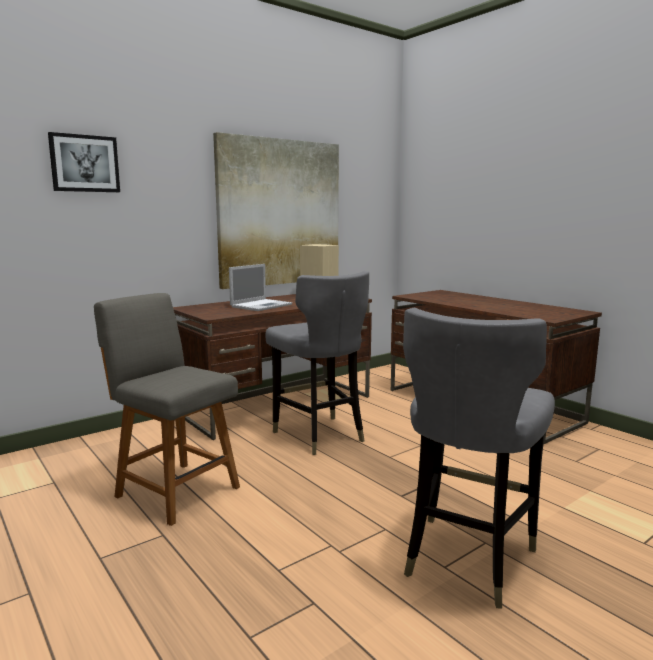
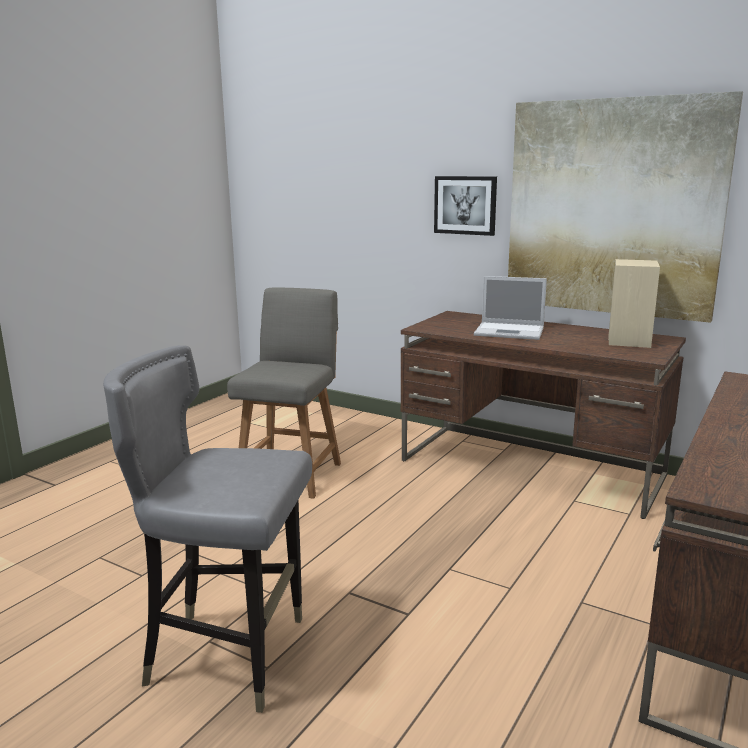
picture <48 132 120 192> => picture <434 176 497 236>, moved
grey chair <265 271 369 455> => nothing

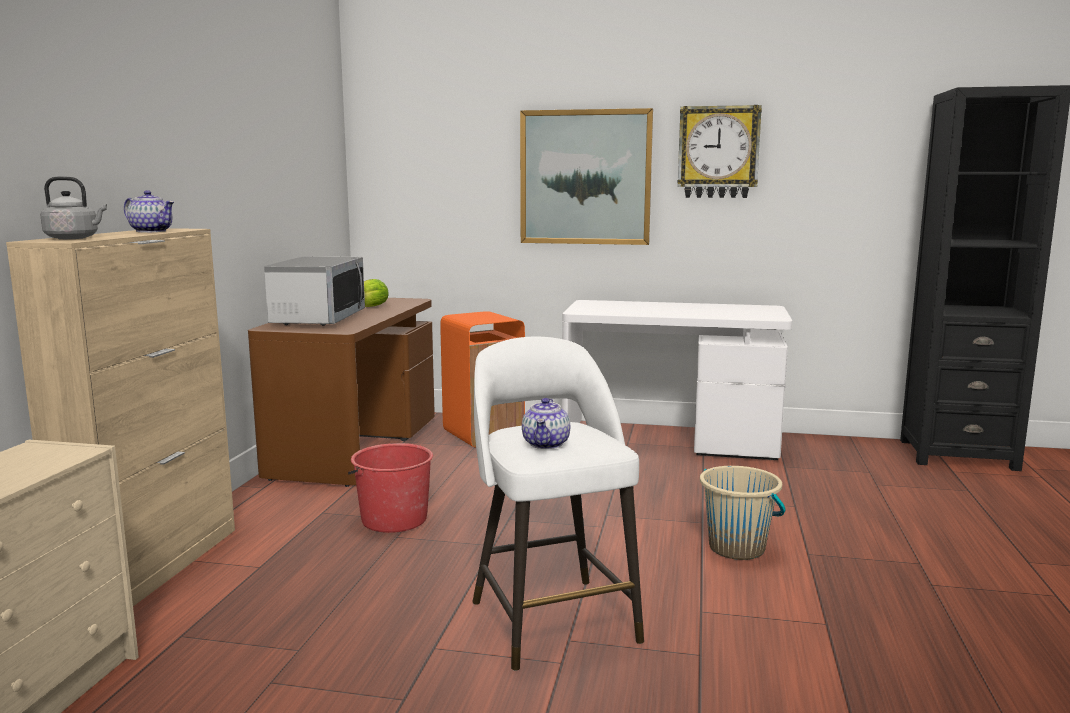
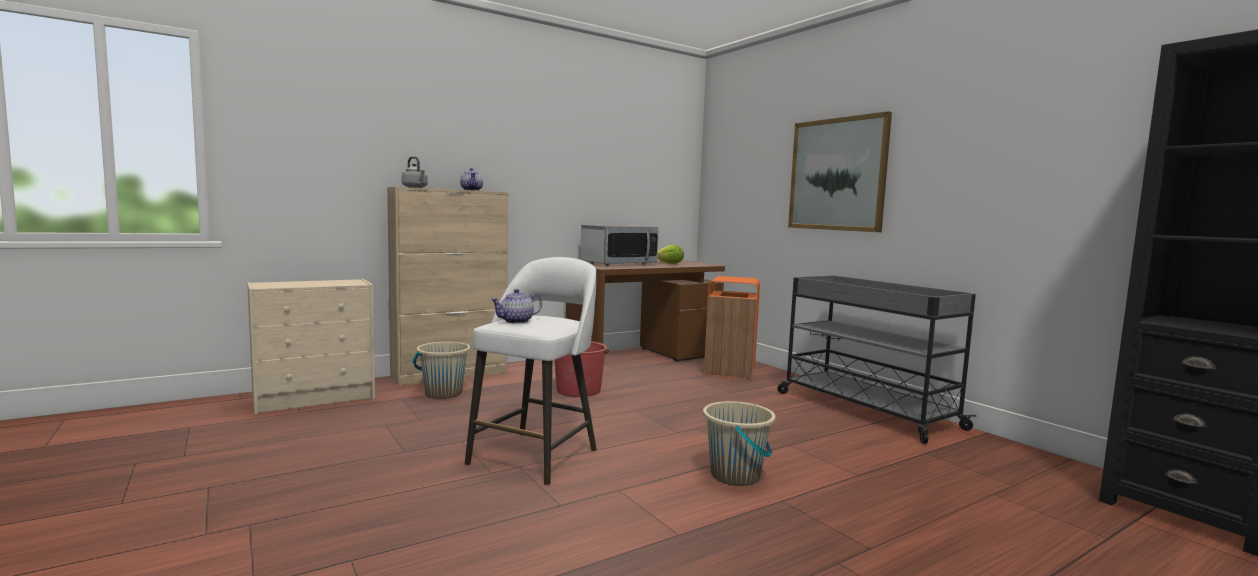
wall clock <678 105 762 198> => nothing
white desk <562 300 792 460> => grey cart <778 275 977 444>
nothing => beige bucket <413 342 471 399>

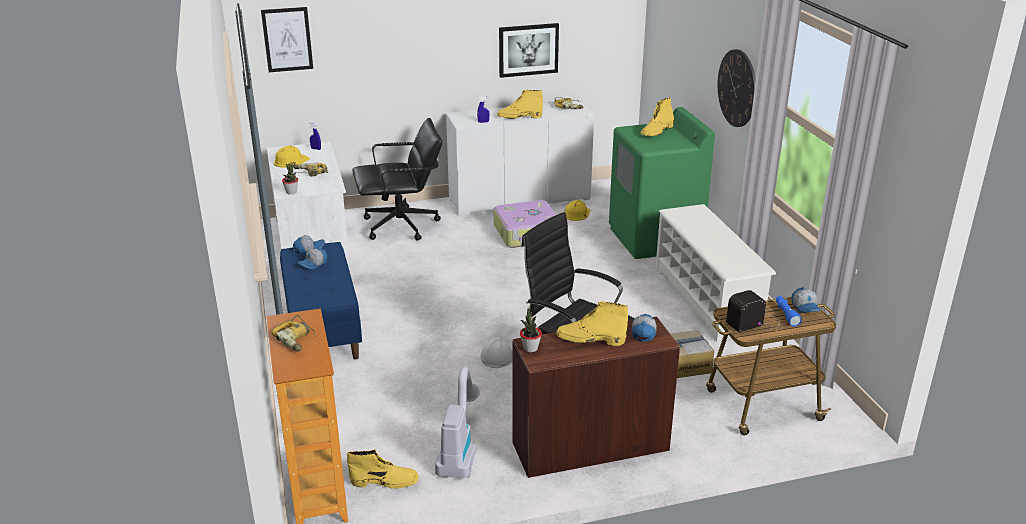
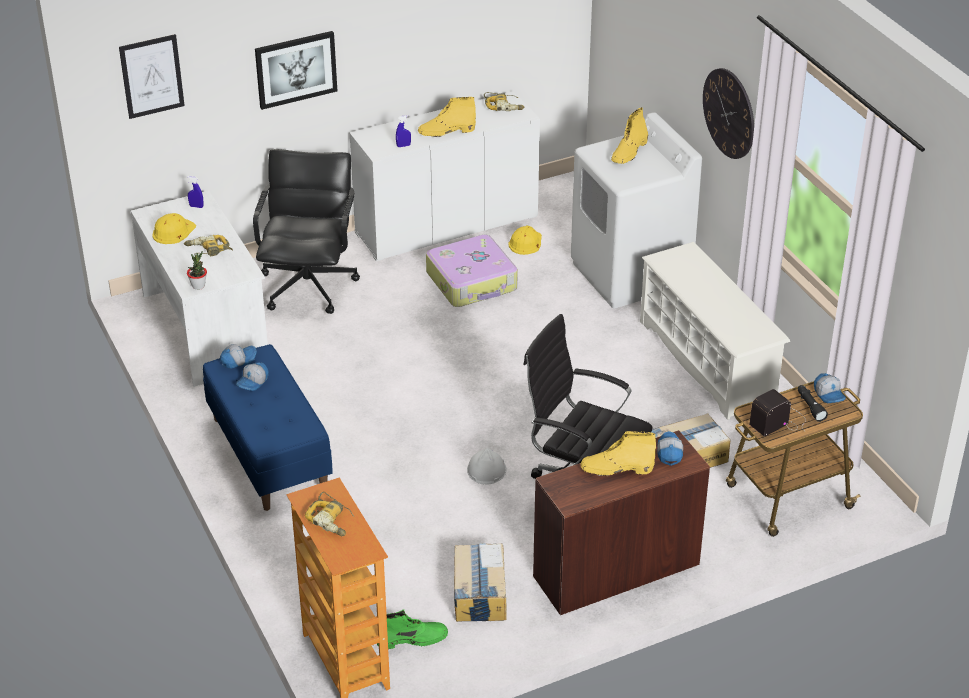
picture <499 23 559 78> => picture <255 31 337 110>, moved
green washing machine <609 107 715 259> => white washing machine <571 112 702 308>
black office chair <352 118 442 241> => black office chair <253 149 360 314>, 60 degrees counterclockwise
blue flashlight <776 296 802 327> => black flashlight <798 385 828 422>
potted plant <520 308 542 352> => nothing
vacuum cleaner <435 367 480 479> => cardboard box <454 543 506 622>
yellow boot <347 449 419 489> => green boot <377 610 448 649>

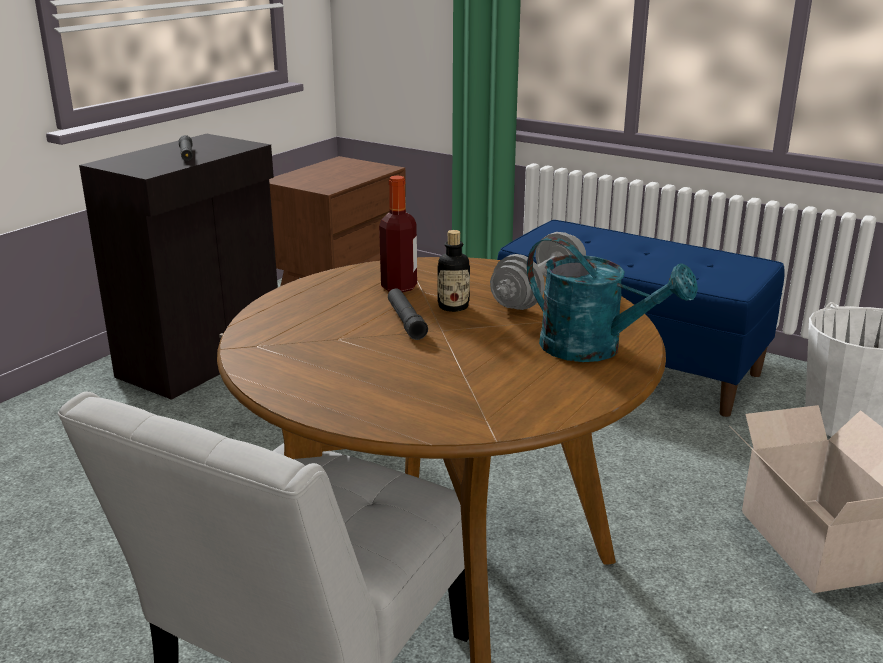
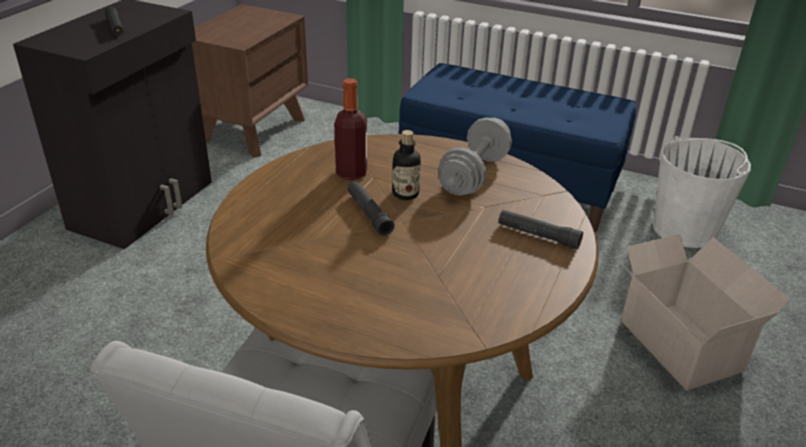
turquoise watering can <527 237 698 362> => black flashlight <498 210 583 249>

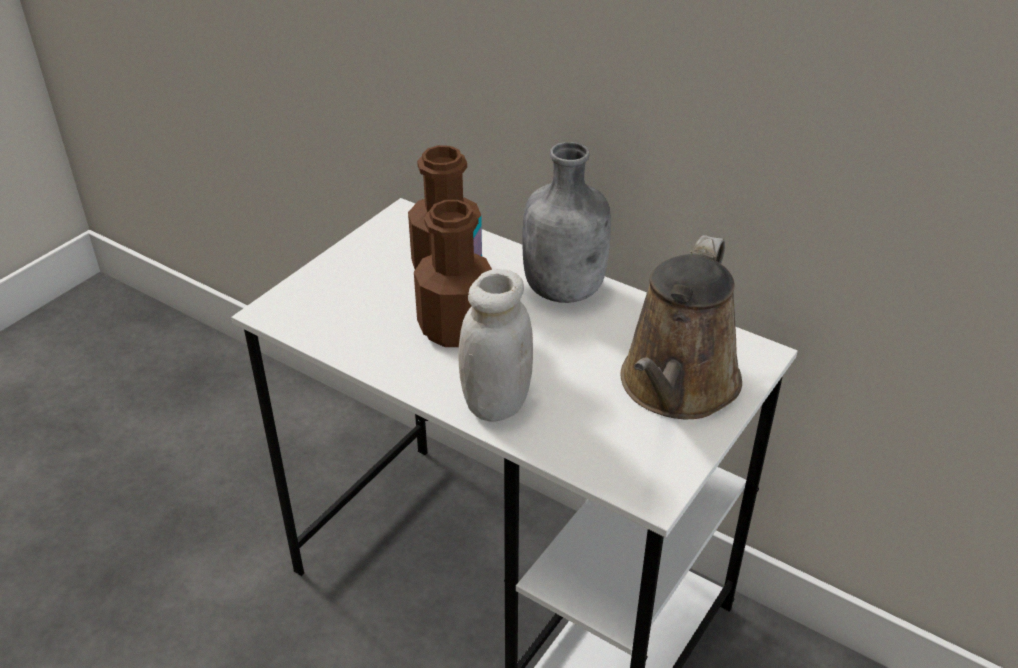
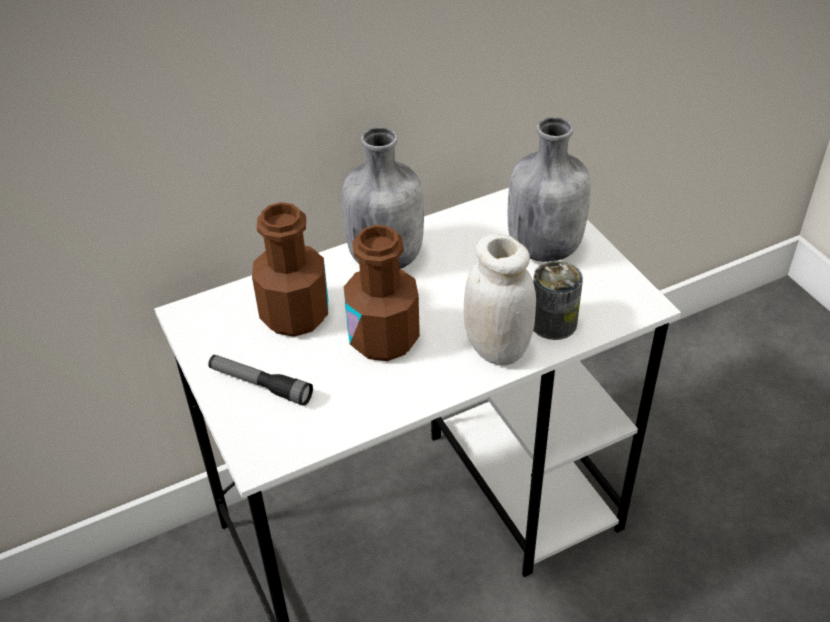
brown watering can <620 235 742 419> => grey bottle <508 117 591 262>
nothing => can <533 261 583 340>
nothing => flashlight <208 355 313 406>

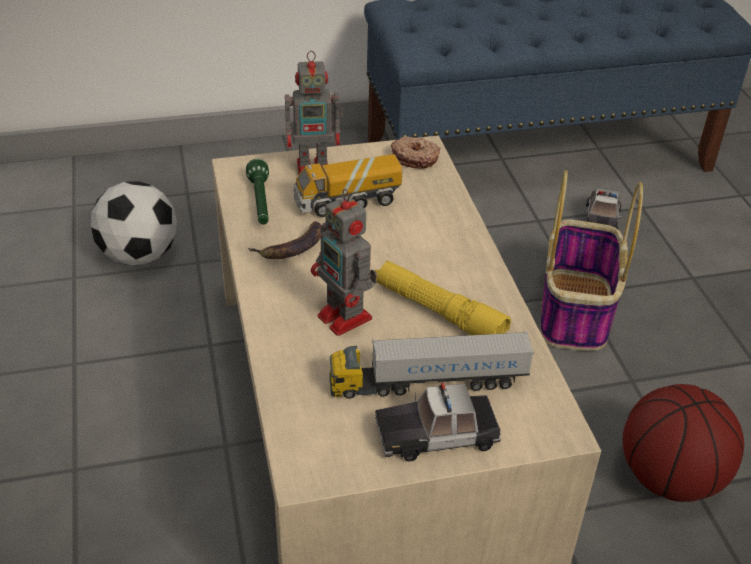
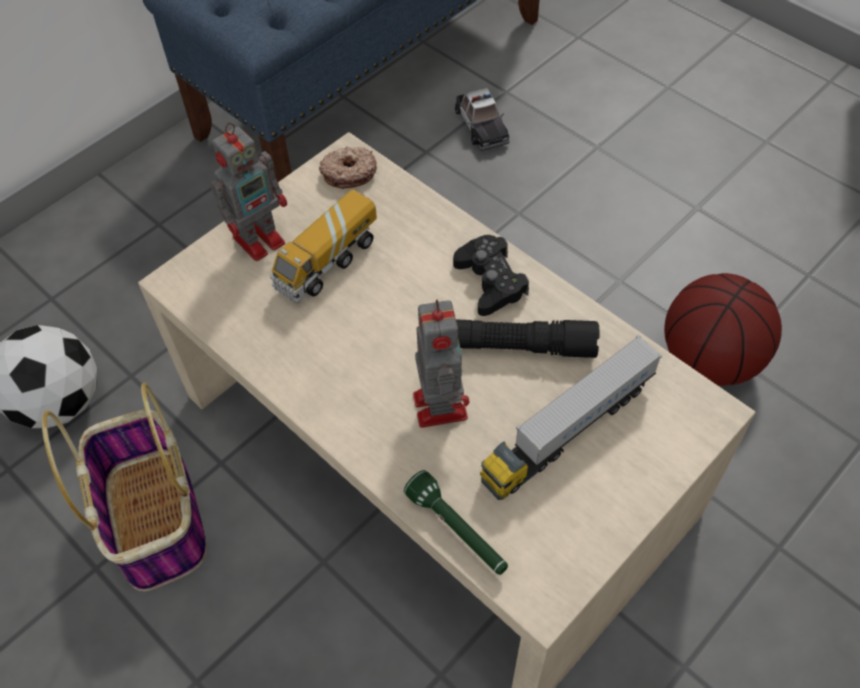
green flashlight <246 159 269 225> => green flashlight <404 470 508 575>, moved
basket <540 170 643 351> => basket <42 383 207 591>, moved
toy robot <311 189 377 336> => toy robot <413 299 470 428>, 120 degrees counterclockwise
banana <248 221 322 259> => nothing
yellow flashlight <375 260 511 335> => black flashlight <456 320 599 358>
toy car <375 383 501 462> => nothing
nothing => black game controller <453 235 529 316>

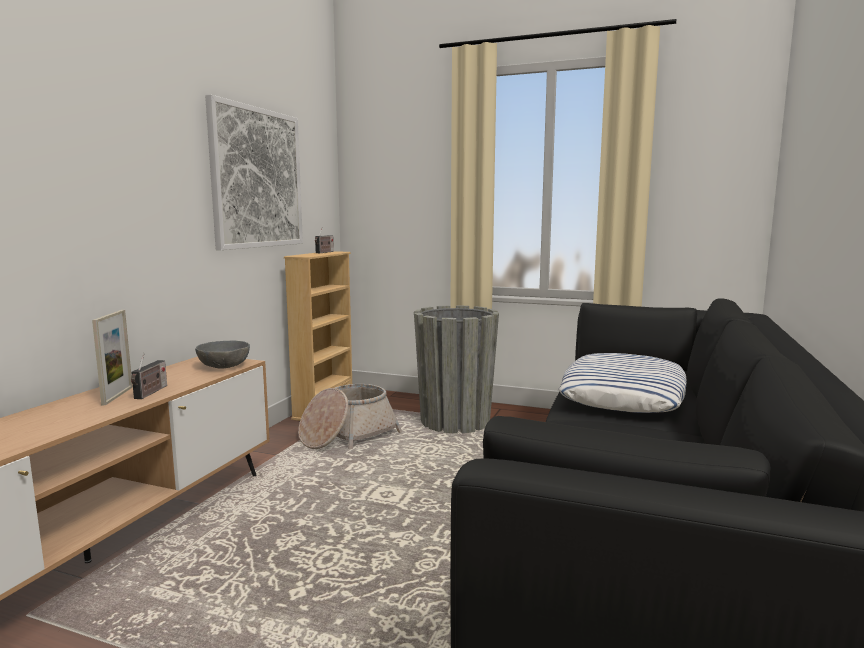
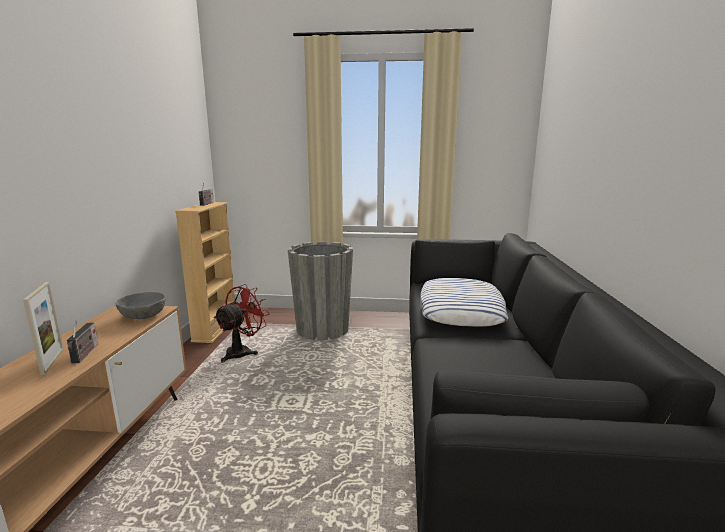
picture <205 95 303 250> => nothing
basket <298 384 402 449> => red fan <214 284 270 362>

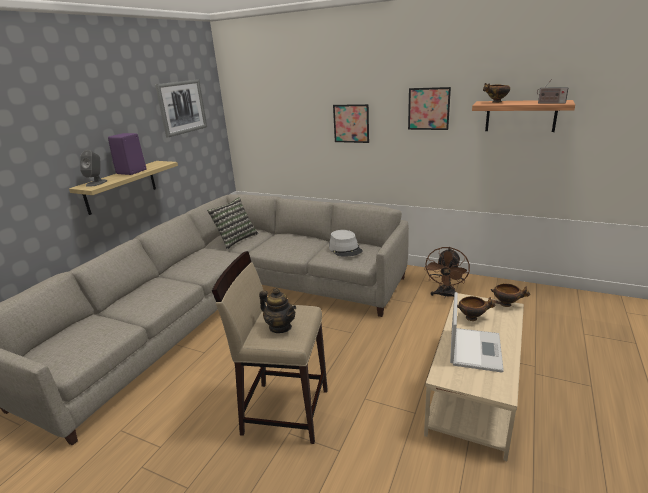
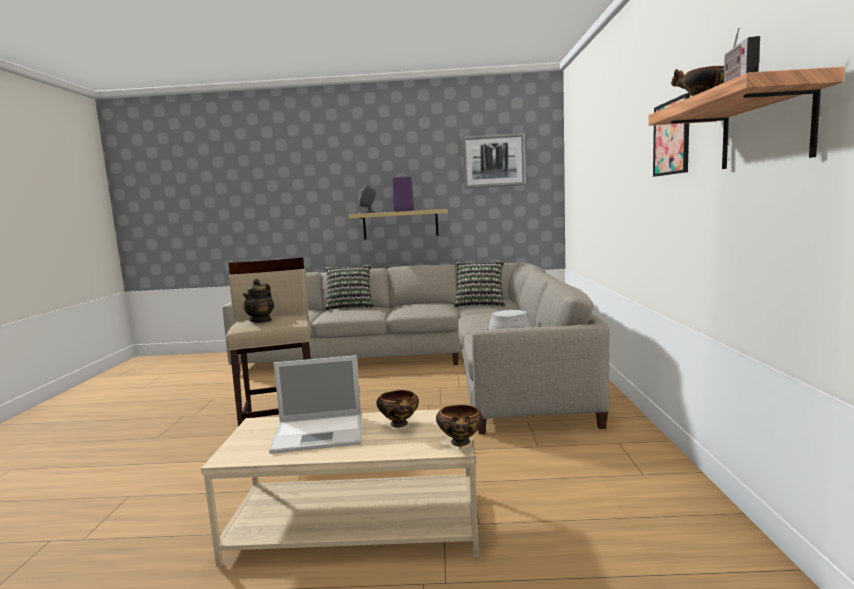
picture <333 104 369 143> => nothing
brown fan <424 247 470 297> => nothing
nothing => pillow <325 264 374 311>

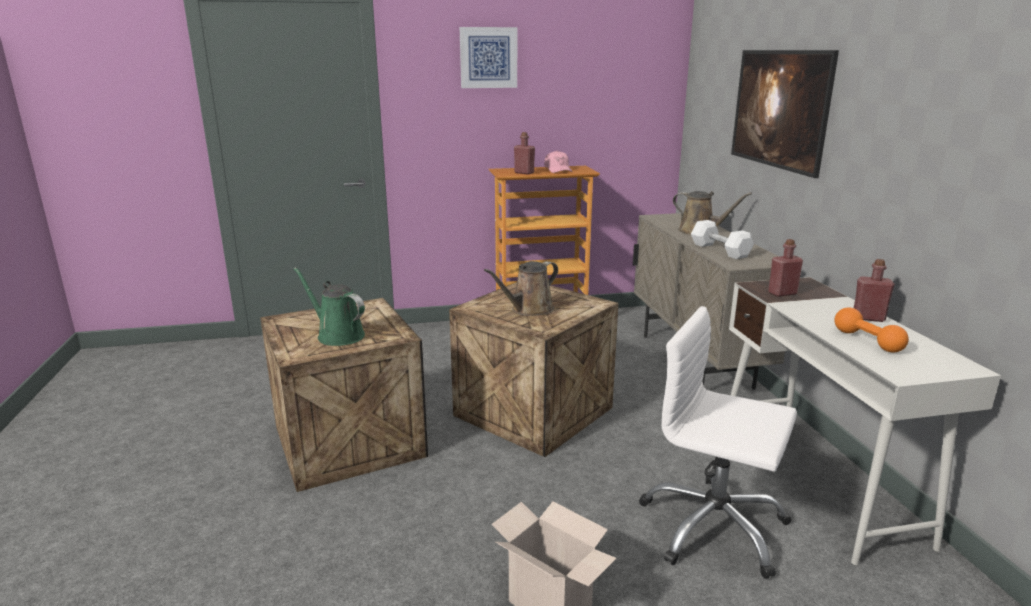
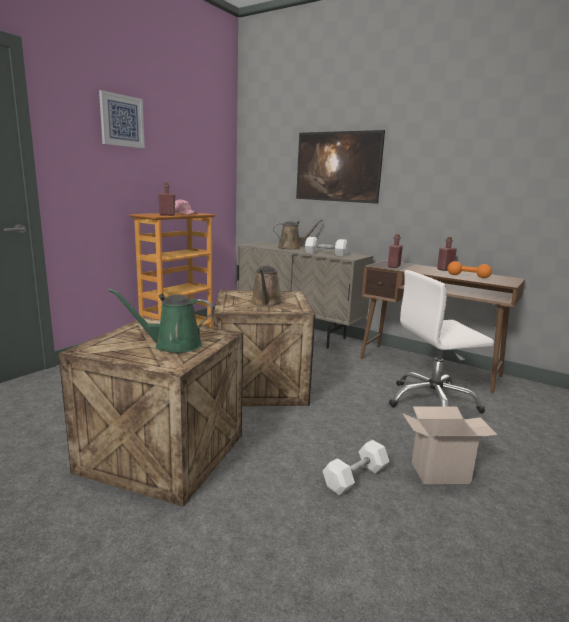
white desk <729 277 1001 565> => brown desk <360 260 525 393>
nothing => white dumbbell <323 440 390 495>

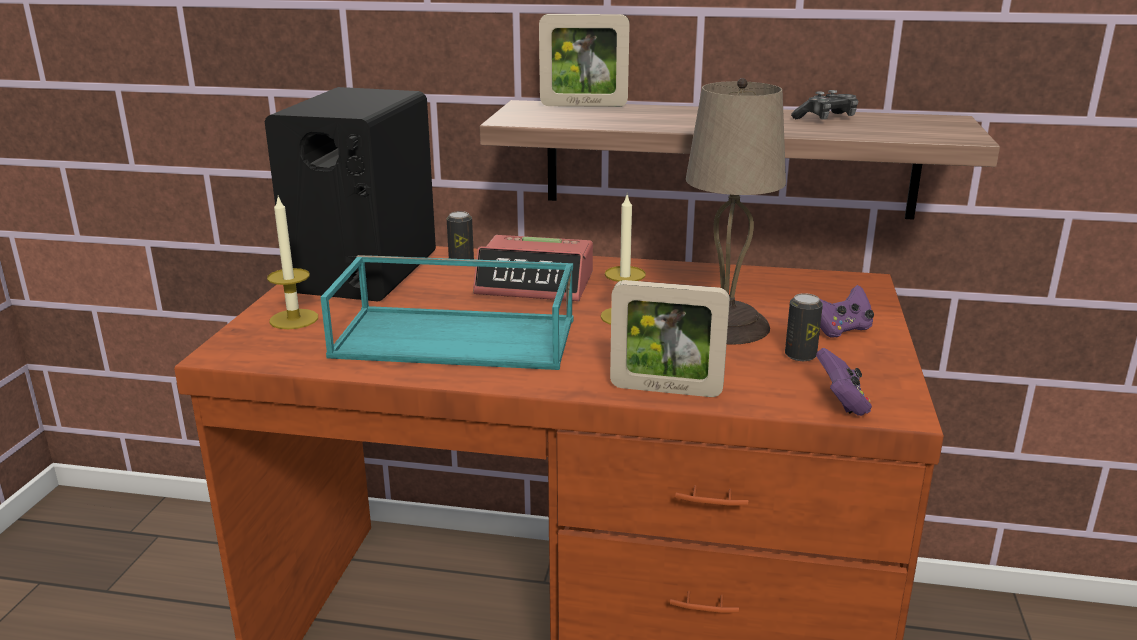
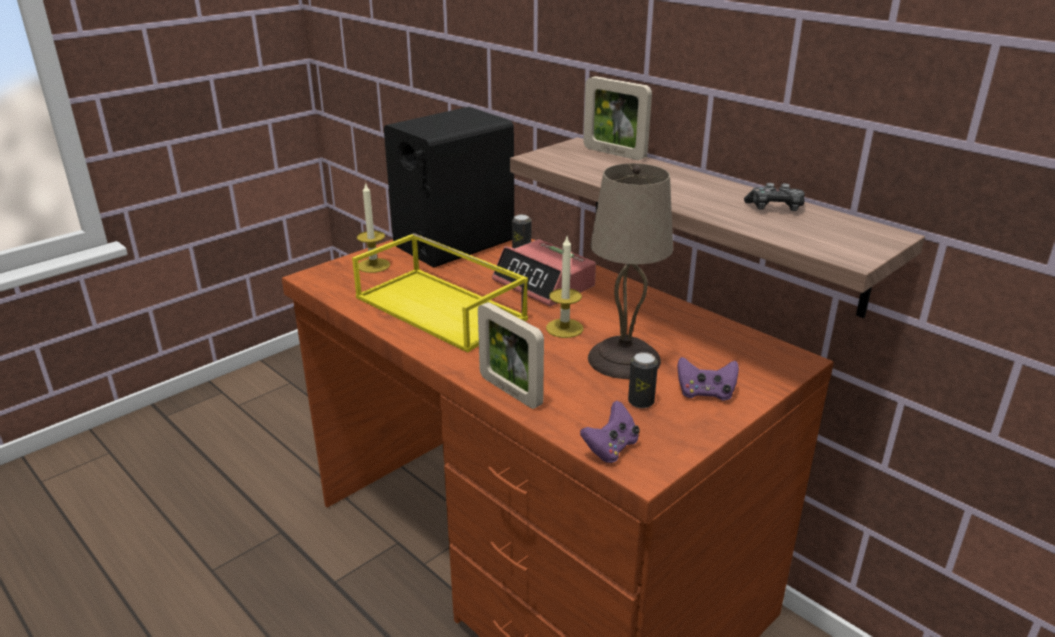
turquoise tray <321 255 573 370> => yellow tray <352 233 528 353>

